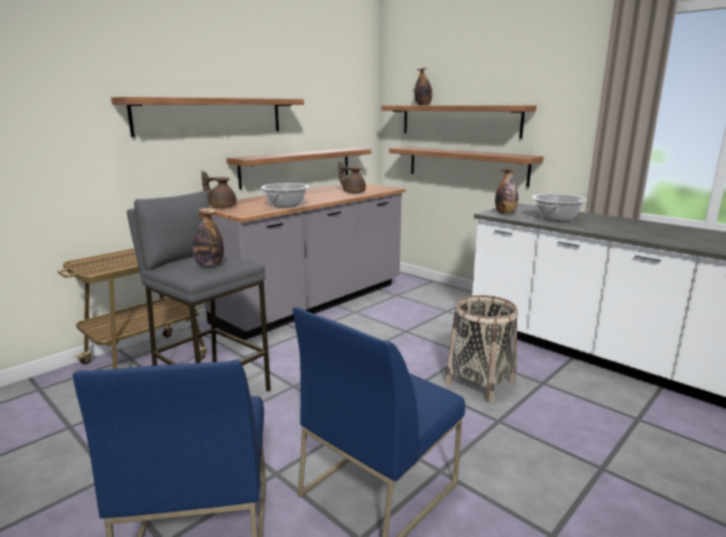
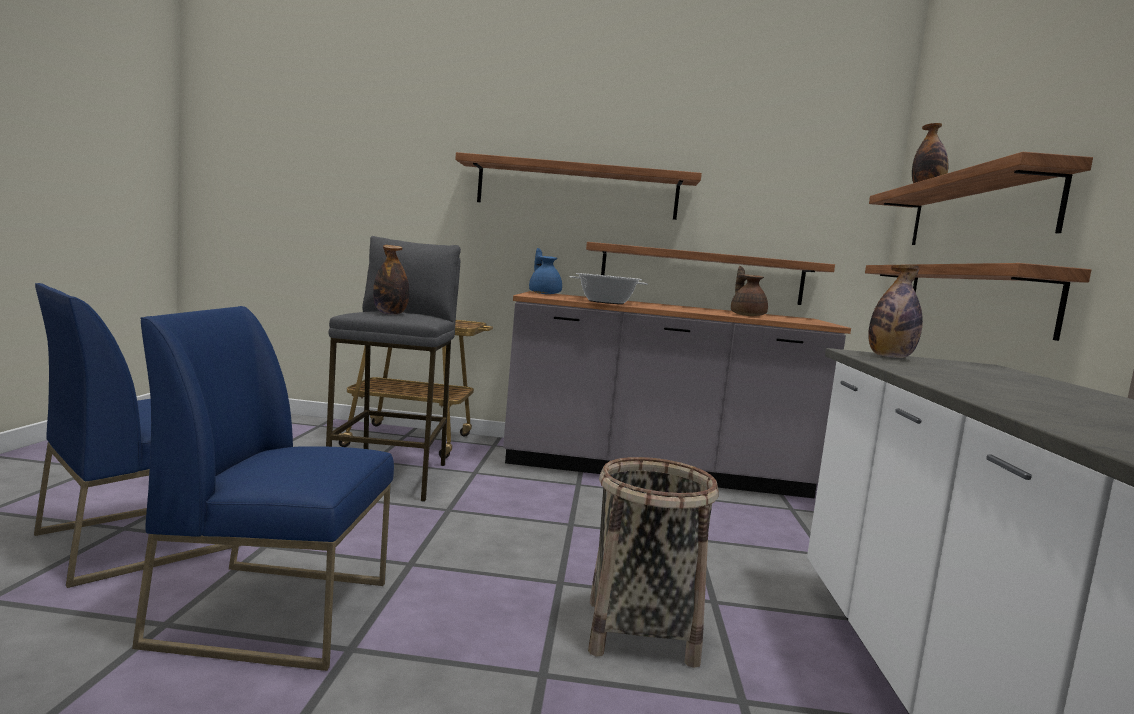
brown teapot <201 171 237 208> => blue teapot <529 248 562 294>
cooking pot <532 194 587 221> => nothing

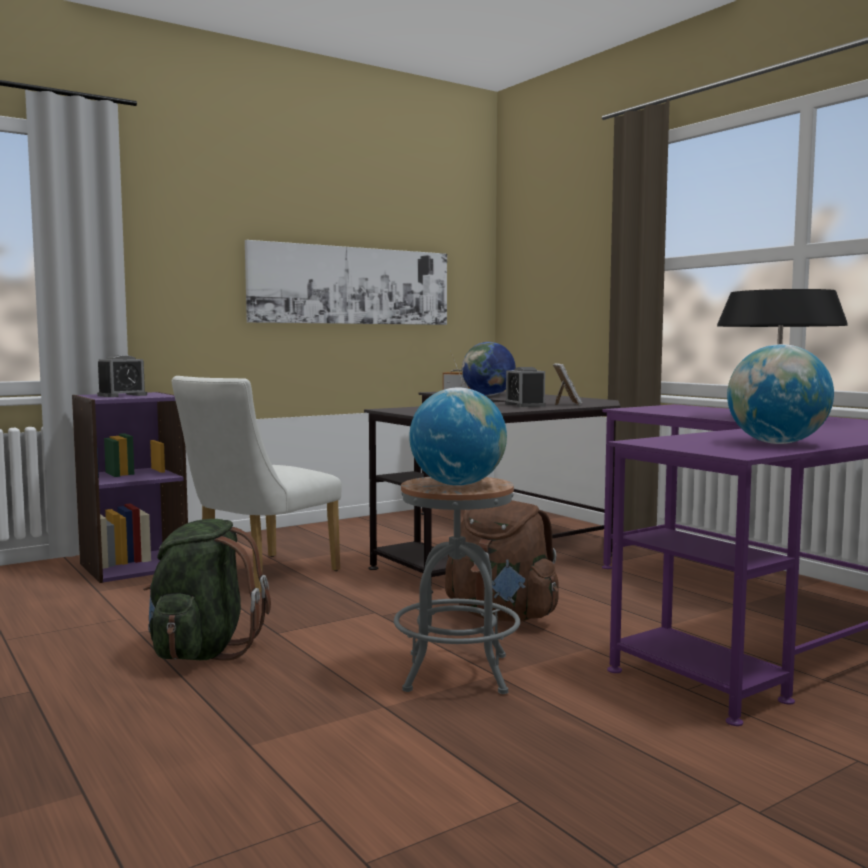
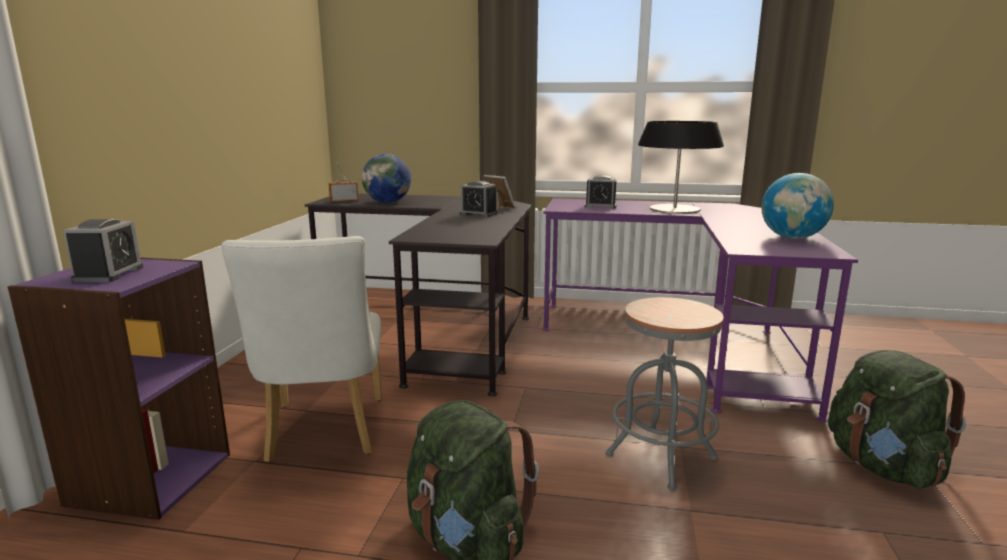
picture <245 240 447 325> => nothing
globe <409 387 507 486> => nothing
brown backpack <445 500 559 622> => nothing
nothing => alarm clock <585 175 617 209>
nothing => green backpack <828 350 966 489>

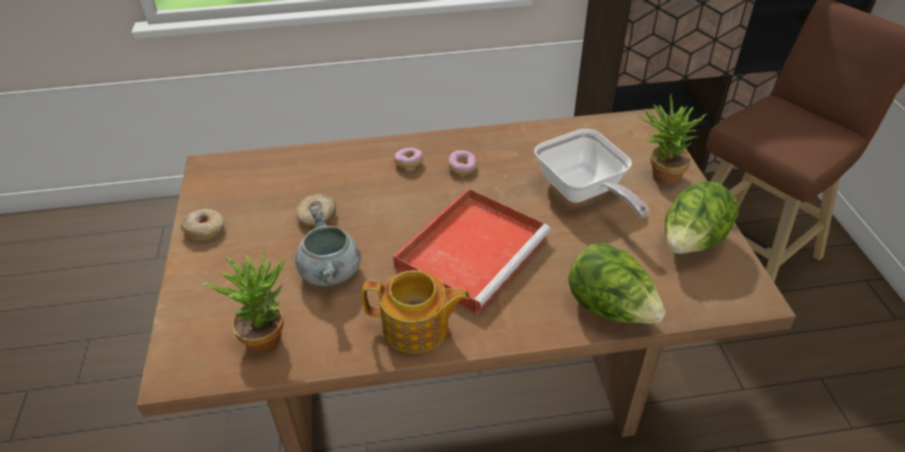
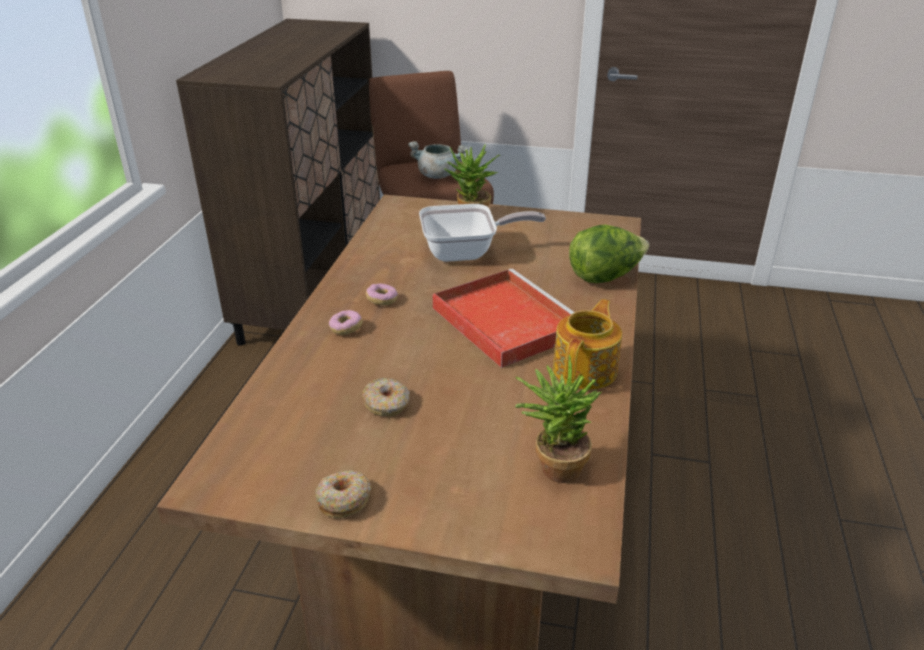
lettuce <665 181 739 254> => nothing
grey cooking pot <295 205 361 286> => grey cooking pot <408 141 469 179>, moved

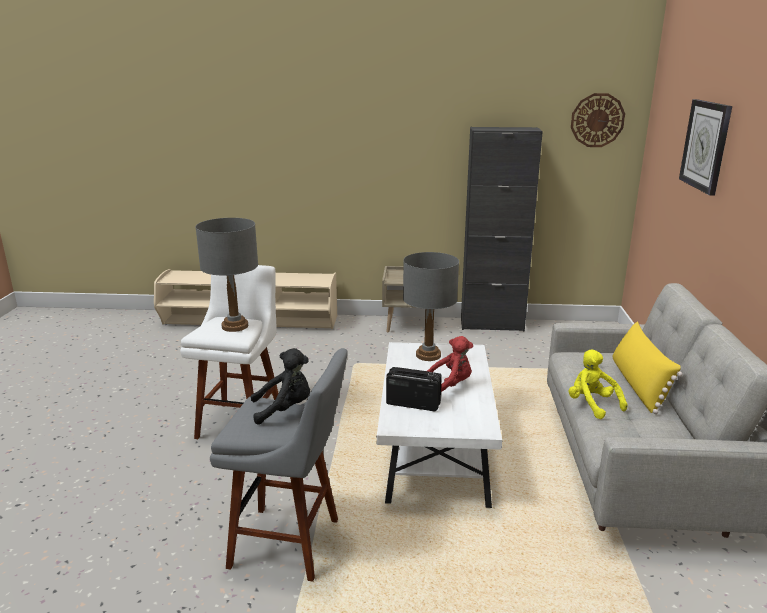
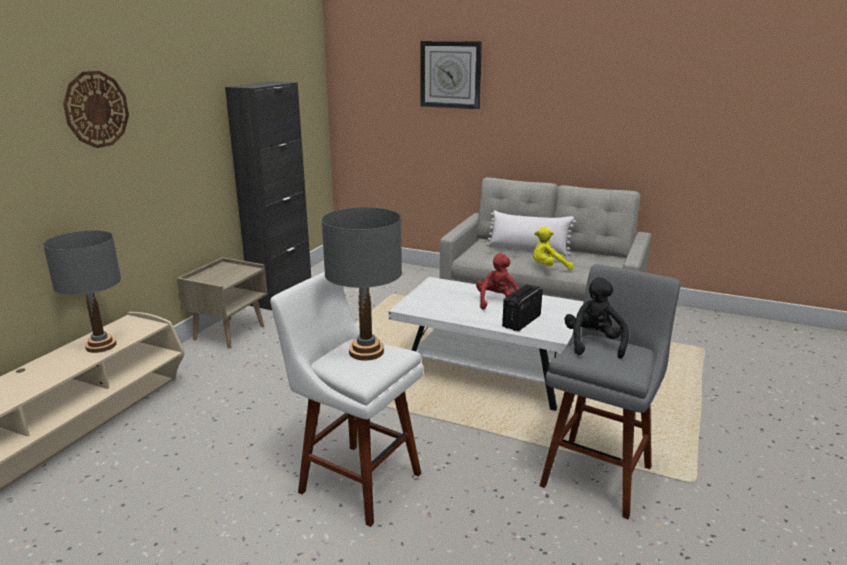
wall clock <571 93 625 147> => wall clock <63 71 129 148>, moved
grey table lamp <403 252 459 361> => grey table lamp <43 230 121 353>, moved
yellow pillow <613 322 683 414> => white pillow <486 210 576 256>

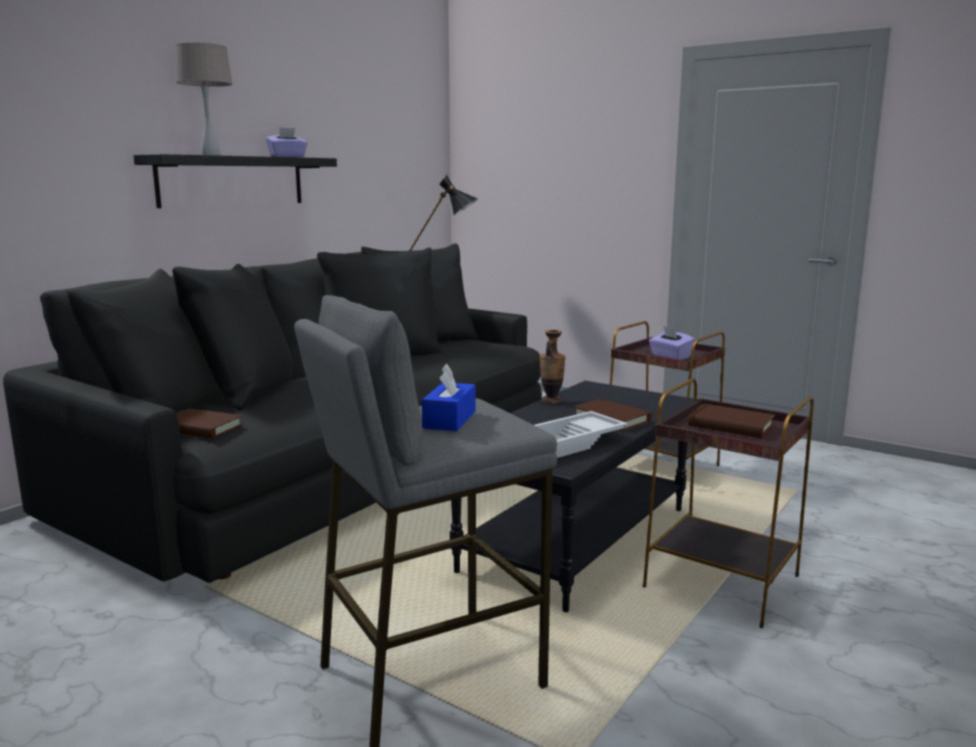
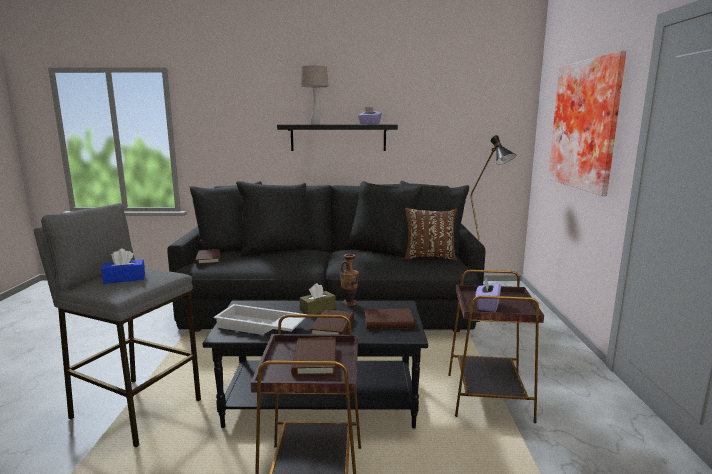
nothing => picture <548 51 626 196>
nothing => brown pillow <404 208 457 261>
nothing => brown tissue box <299 283 336 315>
nothing => brown book <364 308 414 329>

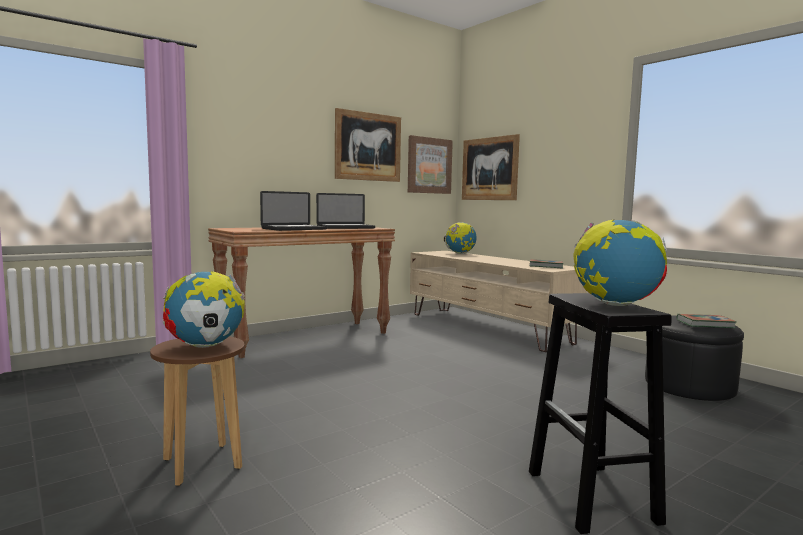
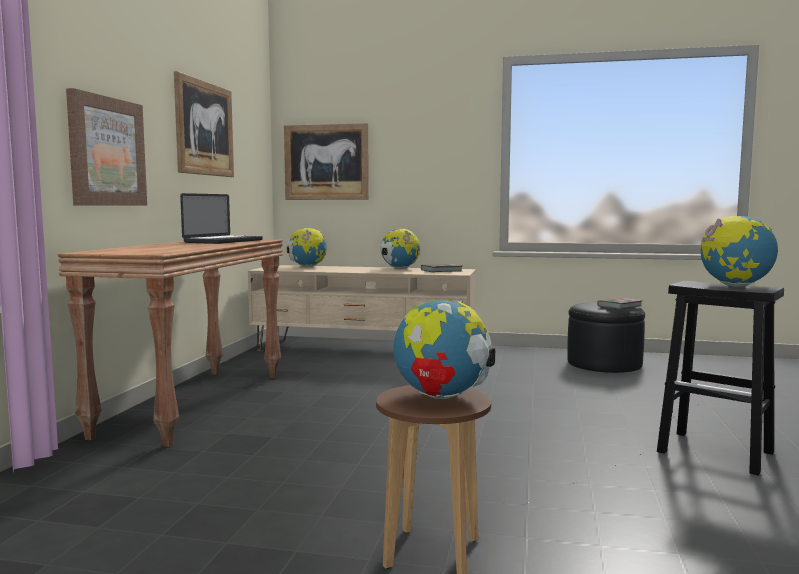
picture <408 135 453 194> => picture <66 88 147 206>, moved
laptop <260 191 327 231> => nothing
nothing => globe <380 229 420 269>

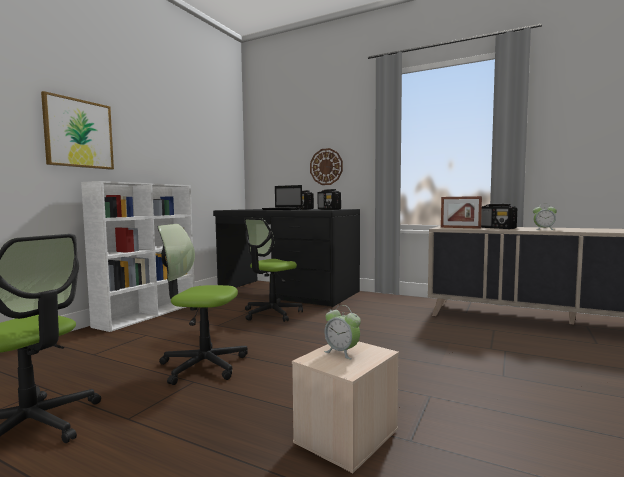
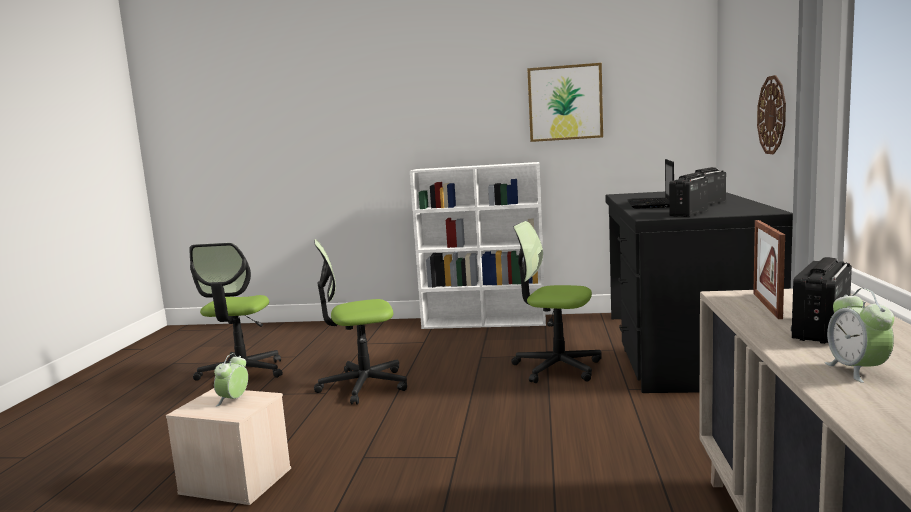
picture <41 91 114 170> => picture <527 63 603 142>, moved
office chair <158 224 248 385> => office chair <314 239 407 405>, 90 degrees counterclockwise

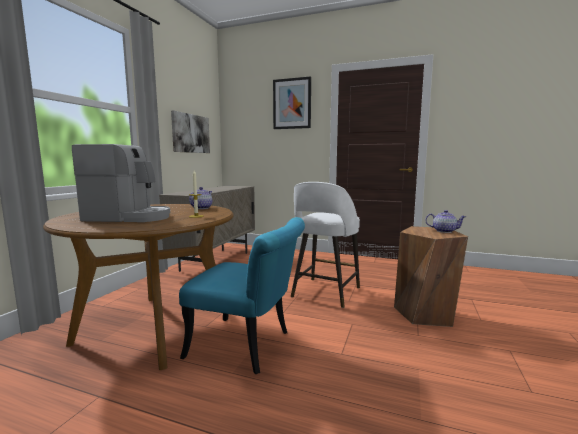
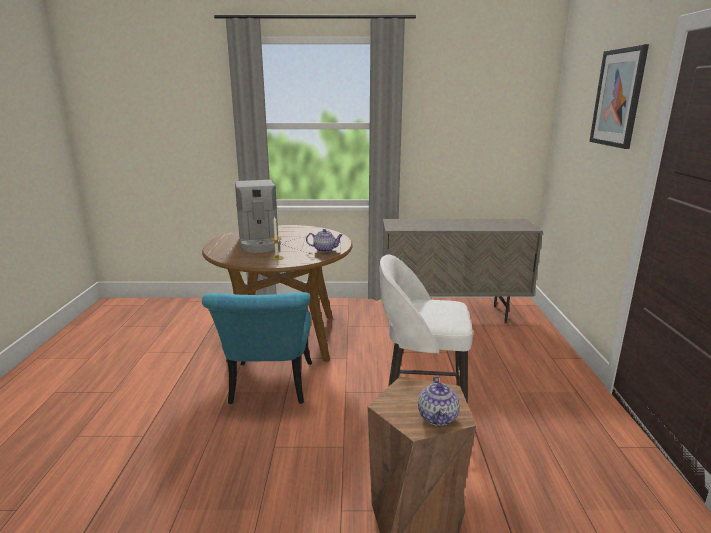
picture <171 111 210 153> => nothing

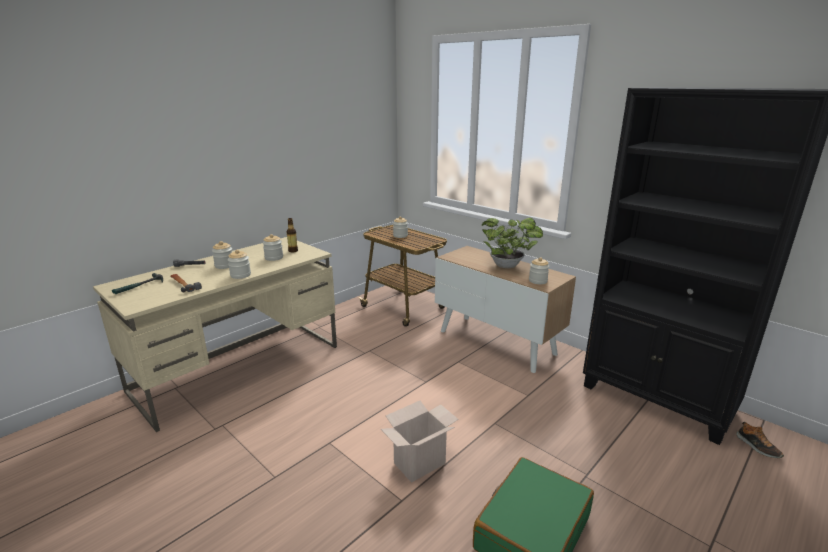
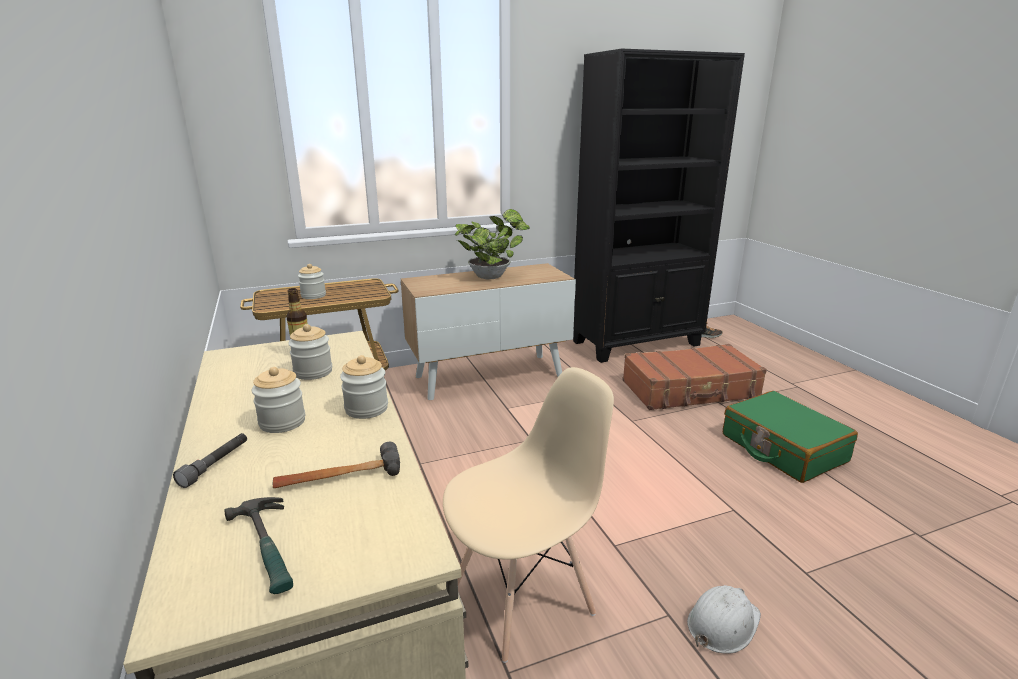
jar <529 257 549 284> => nothing
cardboard box <381 401 459 483> => nothing
nothing => brown suitcase <622 344 767 410>
nothing => beige chair <443 367 614 663>
nothing => white hard hat <687 585 761 654>

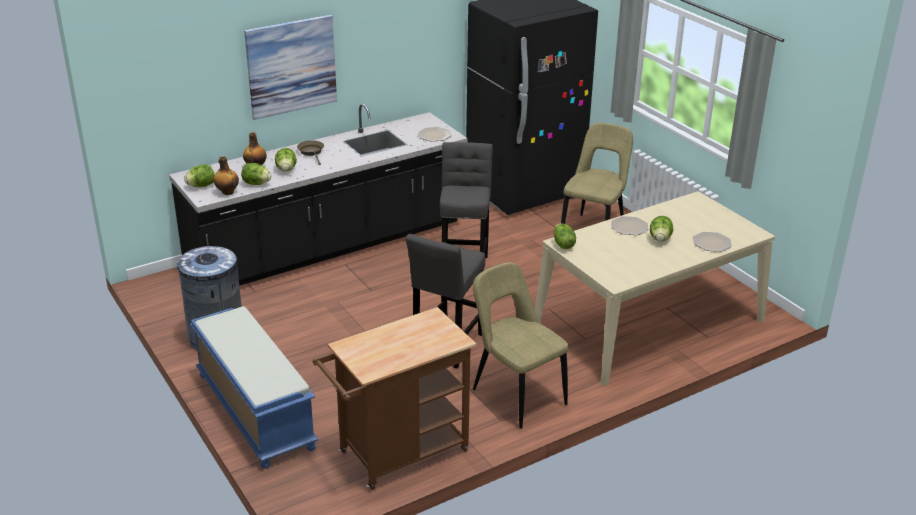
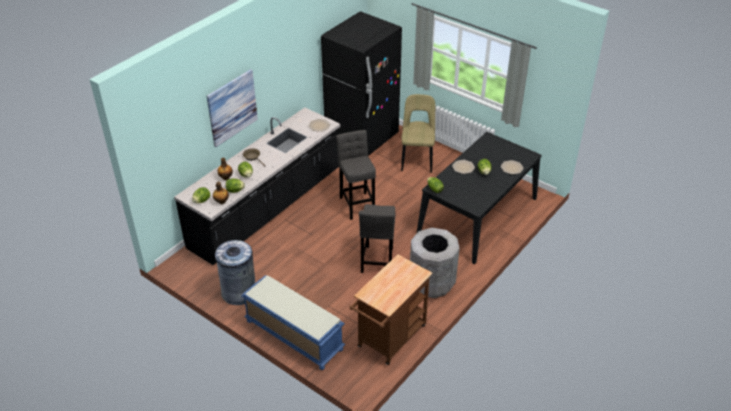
beige dining table <534 191 775 386> => black dining table <417 132 542 264>
beige chair <473 262 569 429> => grey trash can <410 228 460 298>

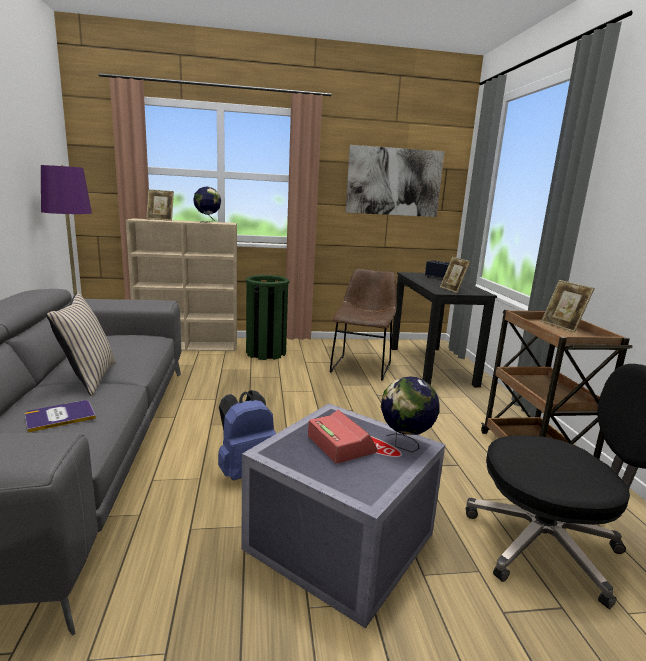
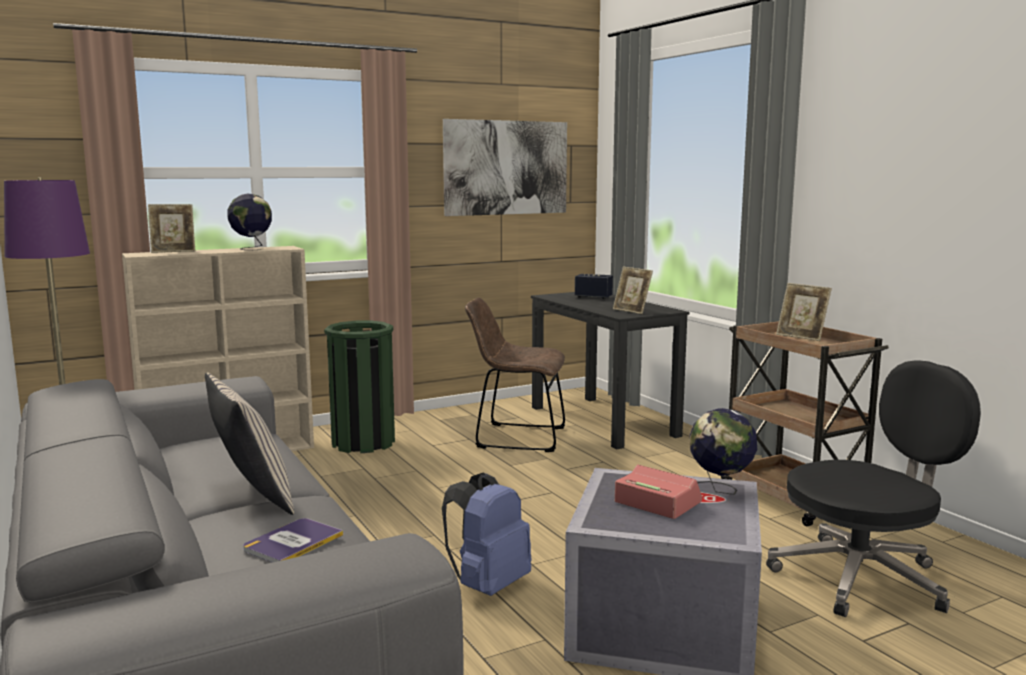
brown chair <330 269 397 381> => brown chair <465 298 565 452>, 75 degrees counterclockwise

